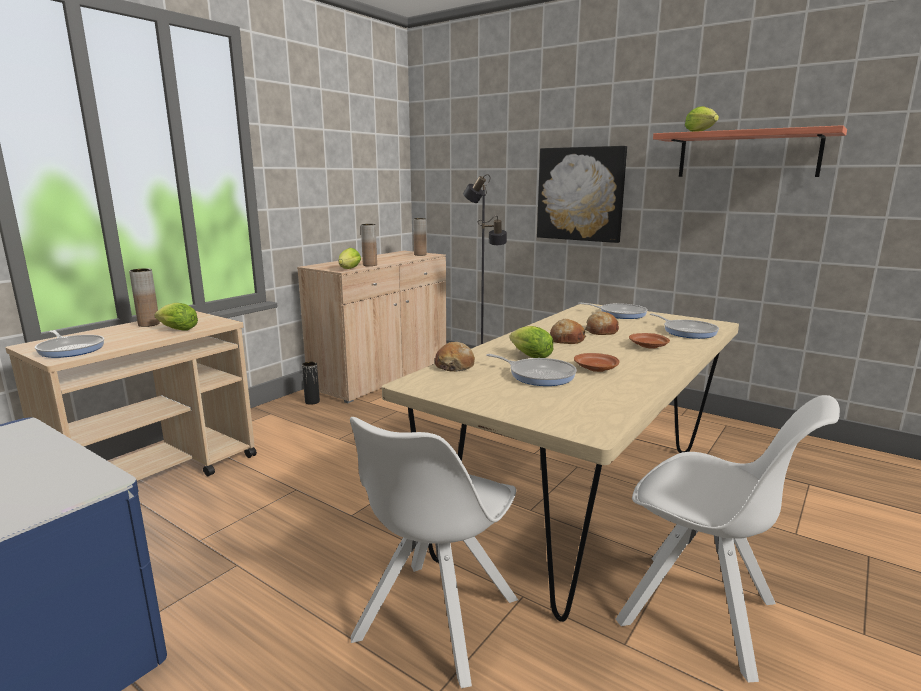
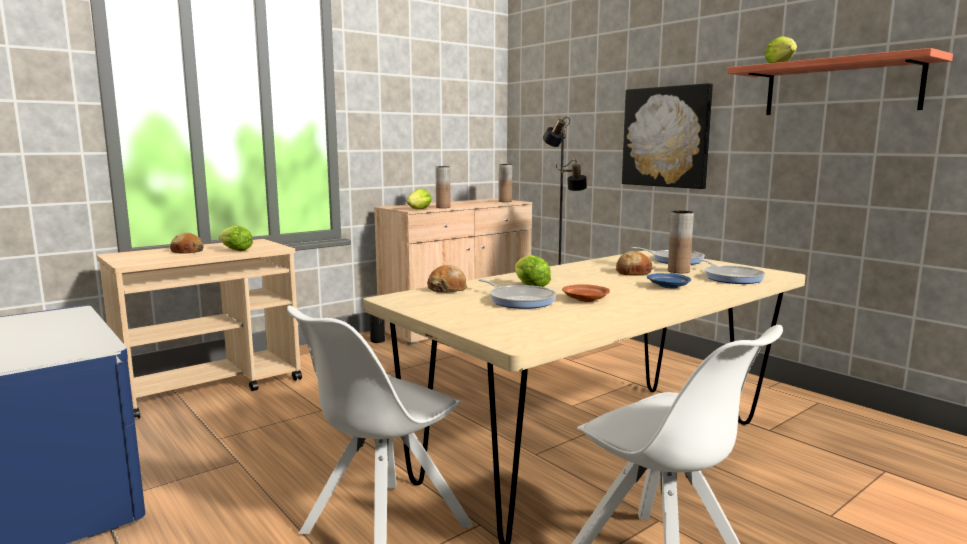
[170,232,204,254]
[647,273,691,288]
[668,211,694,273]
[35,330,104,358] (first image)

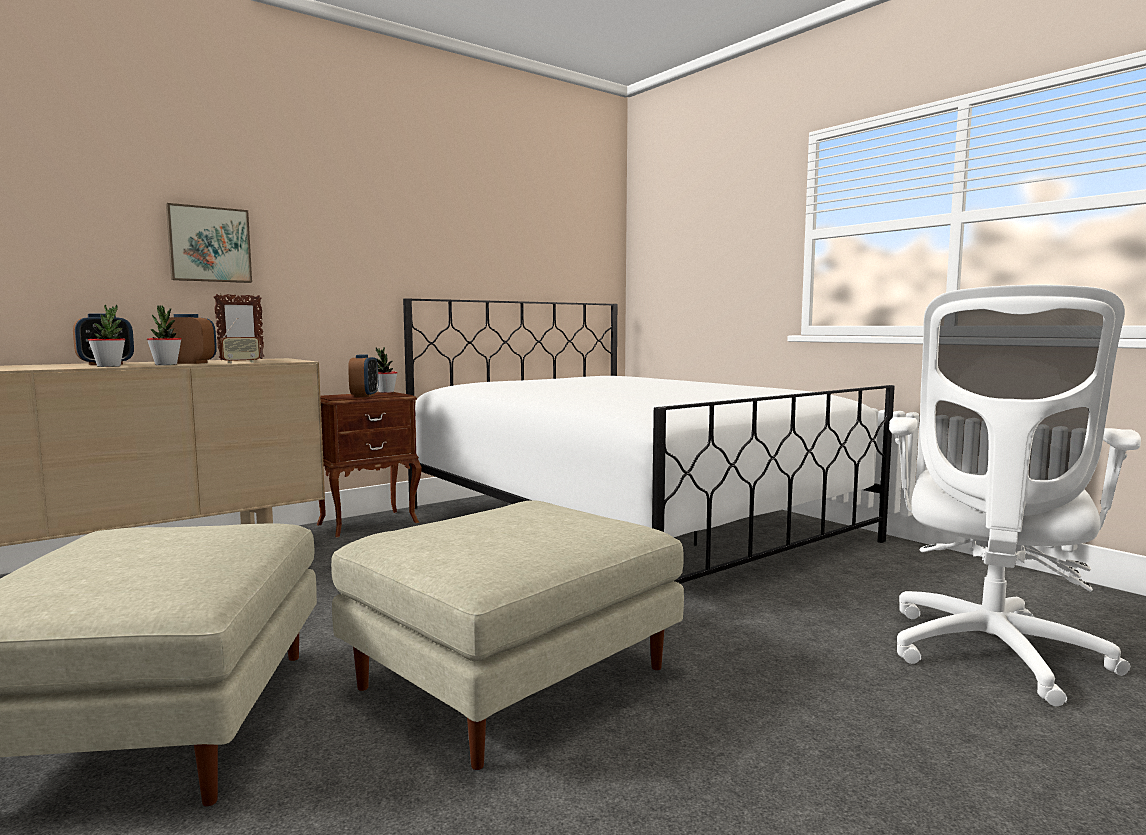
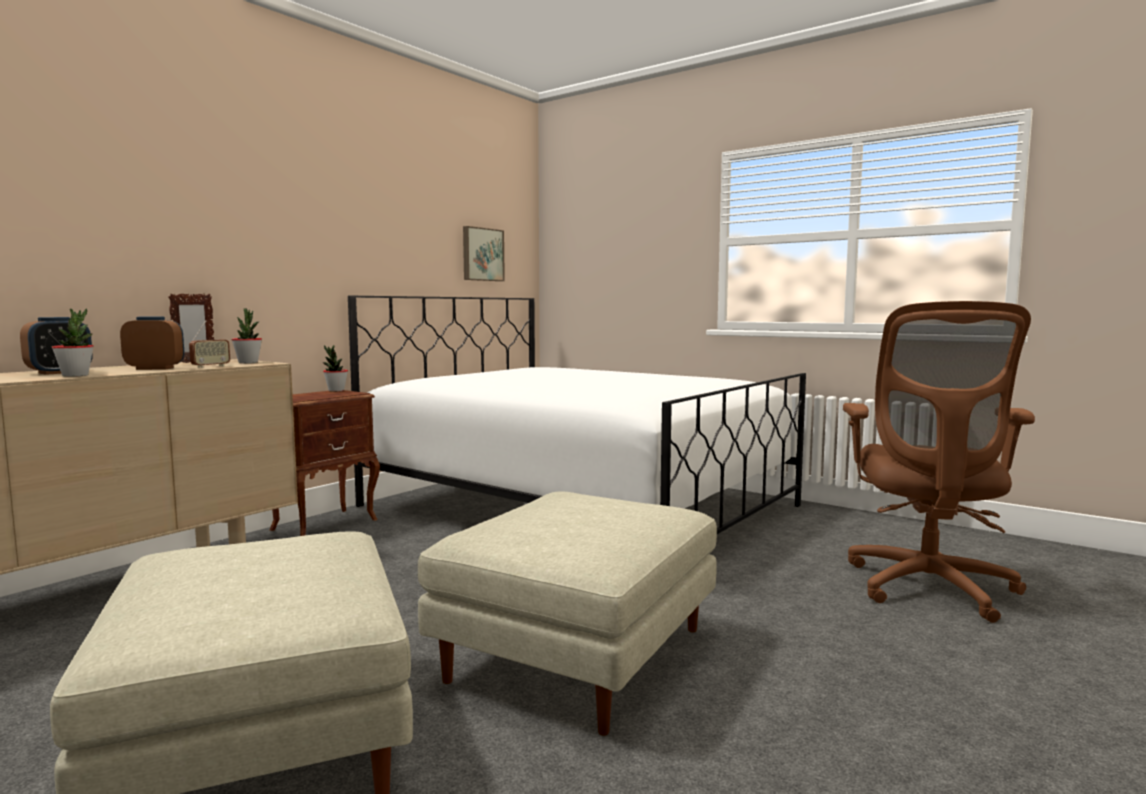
[231,308,262,364]
[463,226,505,281]
[843,301,1035,623]
[348,354,378,397] (first image)

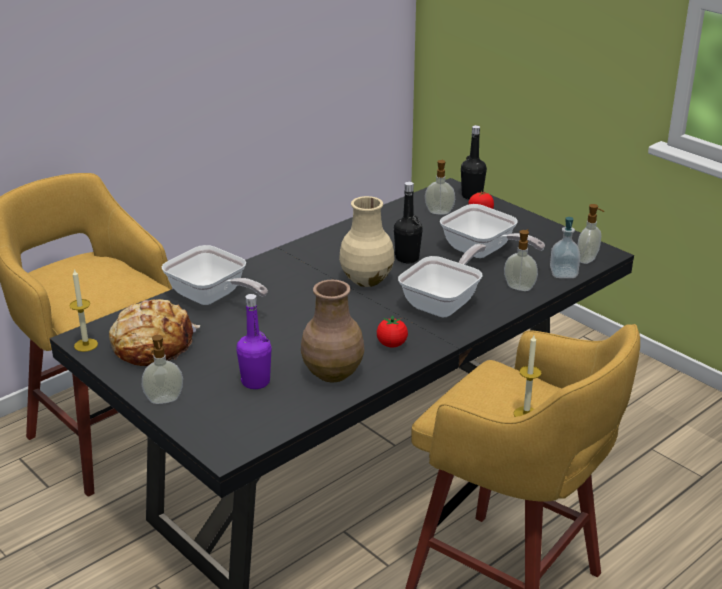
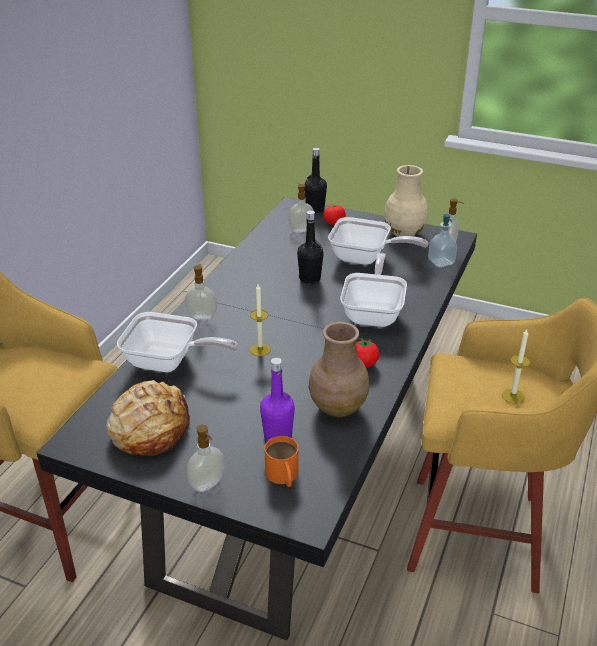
[185,264,217,320]
[250,284,271,356]
[264,436,298,487]
[384,165,428,237]

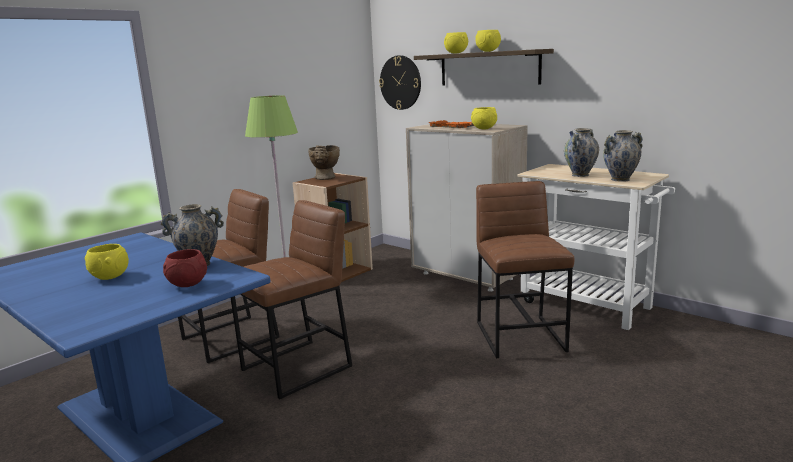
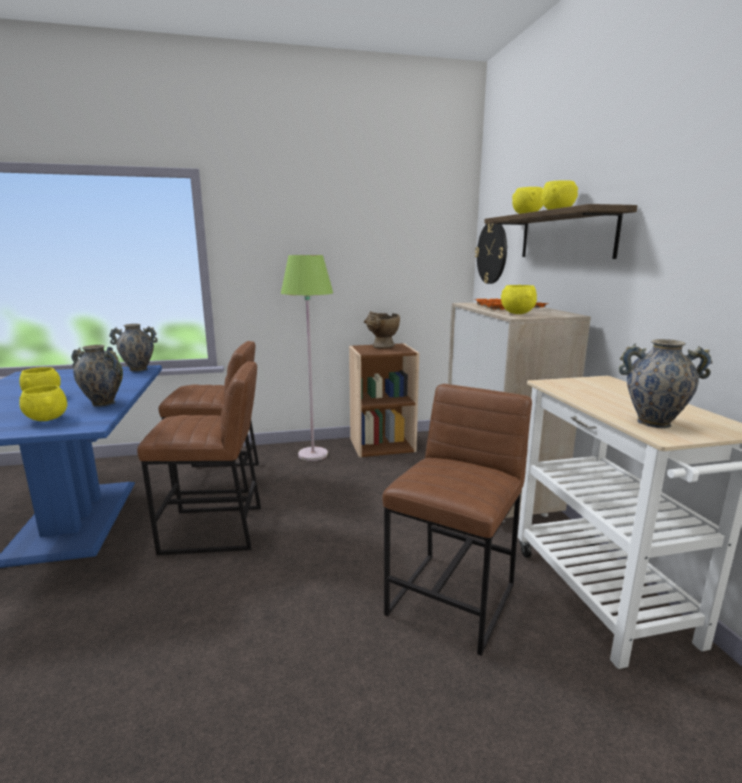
[19,385,67,421]
[109,324,158,372]

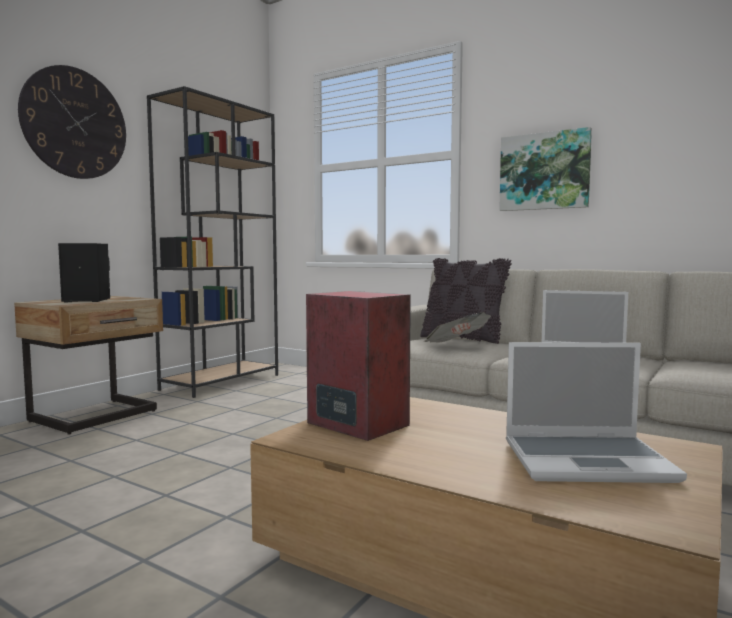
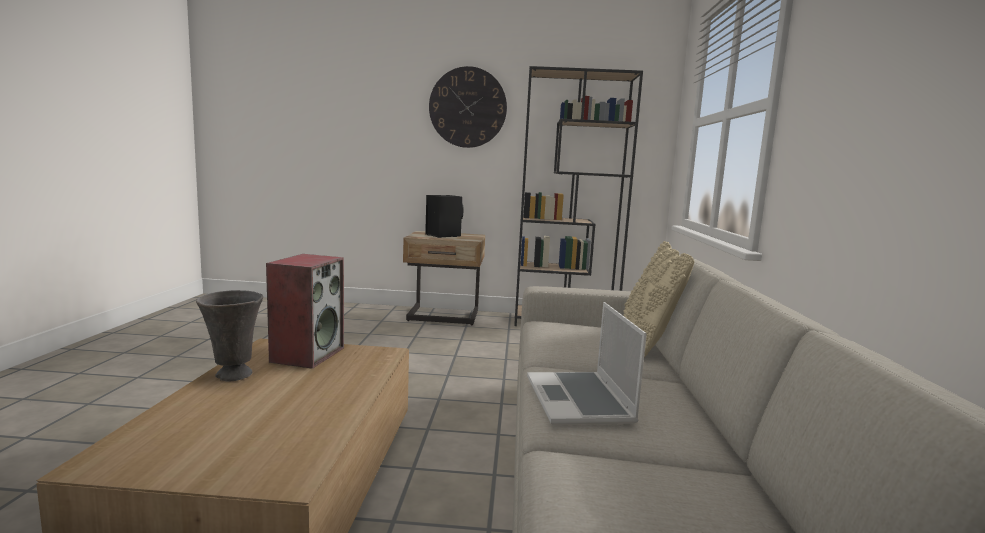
[196,290,263,382]
[623,241,695,357]
[424,312,491,343] (first image)
[499,127,592,211] (first image)
[506,342,687,483] (first image)

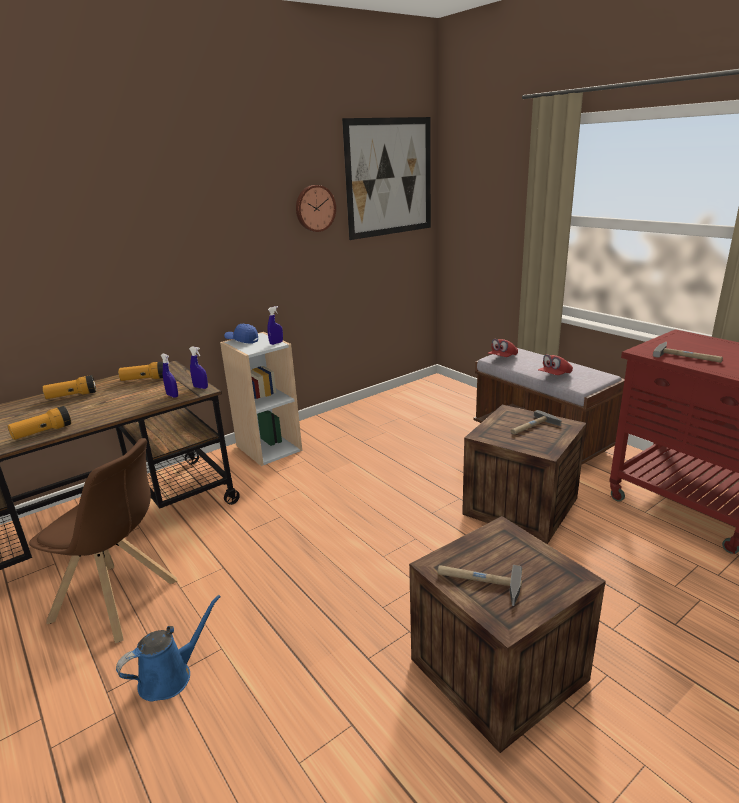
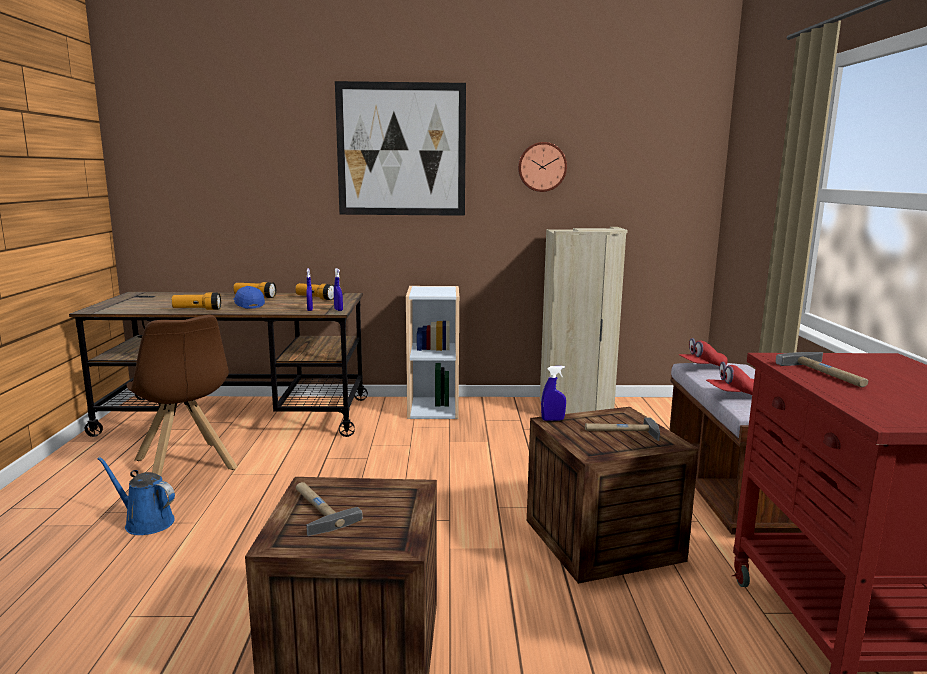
[97,457,175,535]
[234,286,265,309]
[335,81,466,216]
[540,227,628,414]
[541,366,566,421]

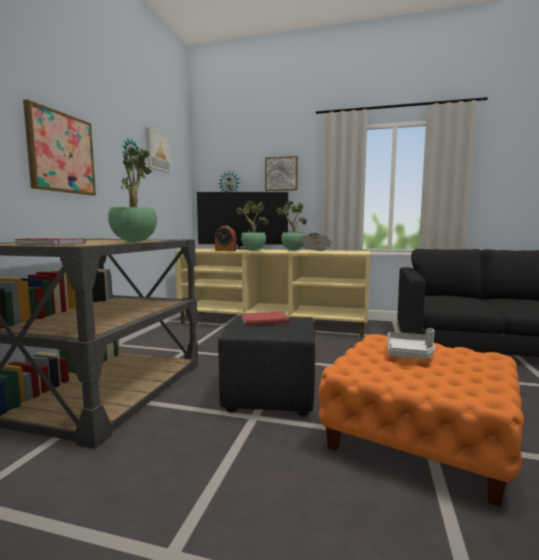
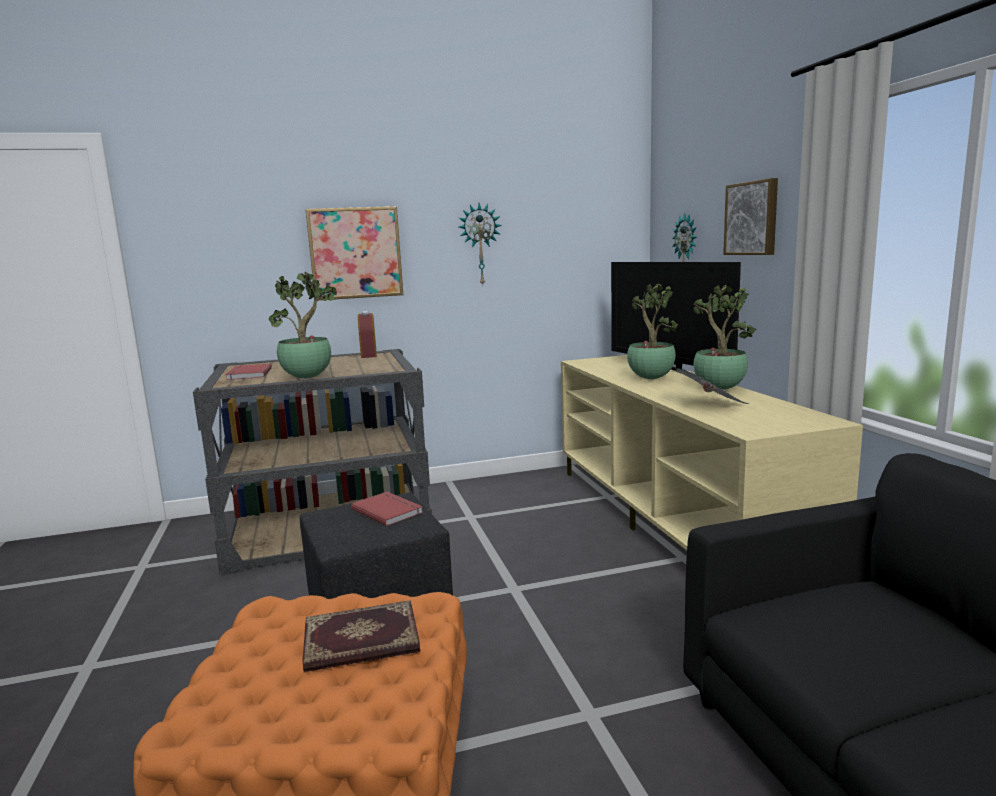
[303,600,420,672]
[358,311,377,358]
[145,127,171,173] (first image)

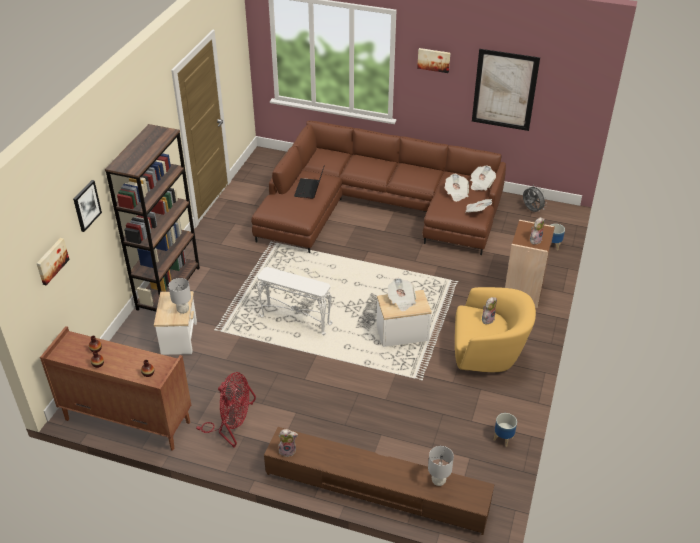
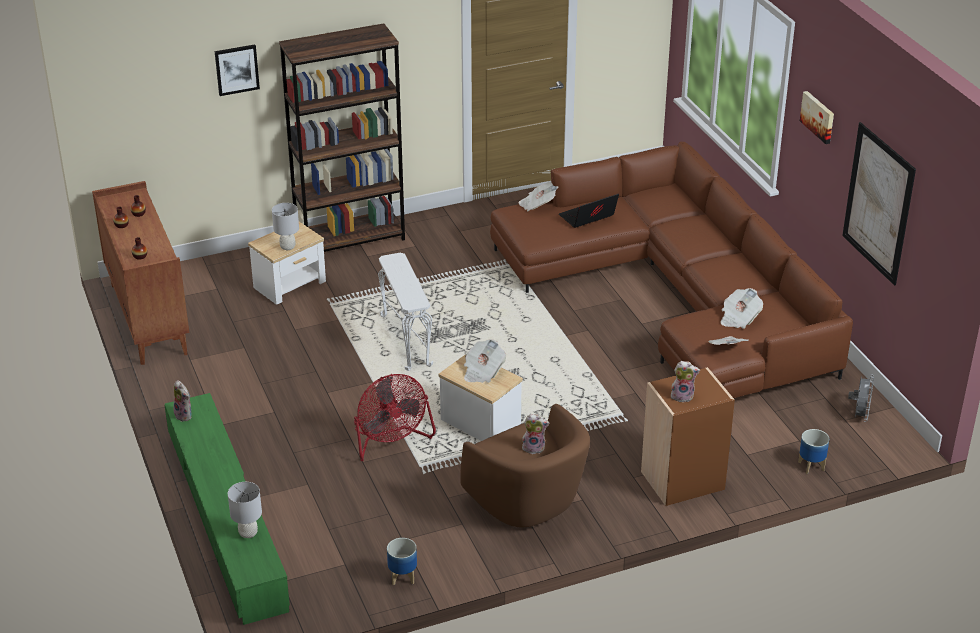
[164,393,290,625]
[354,374,436,461]
[461,404,590,527]
[518,182,559,211]
[36,238,70,285] (first image)

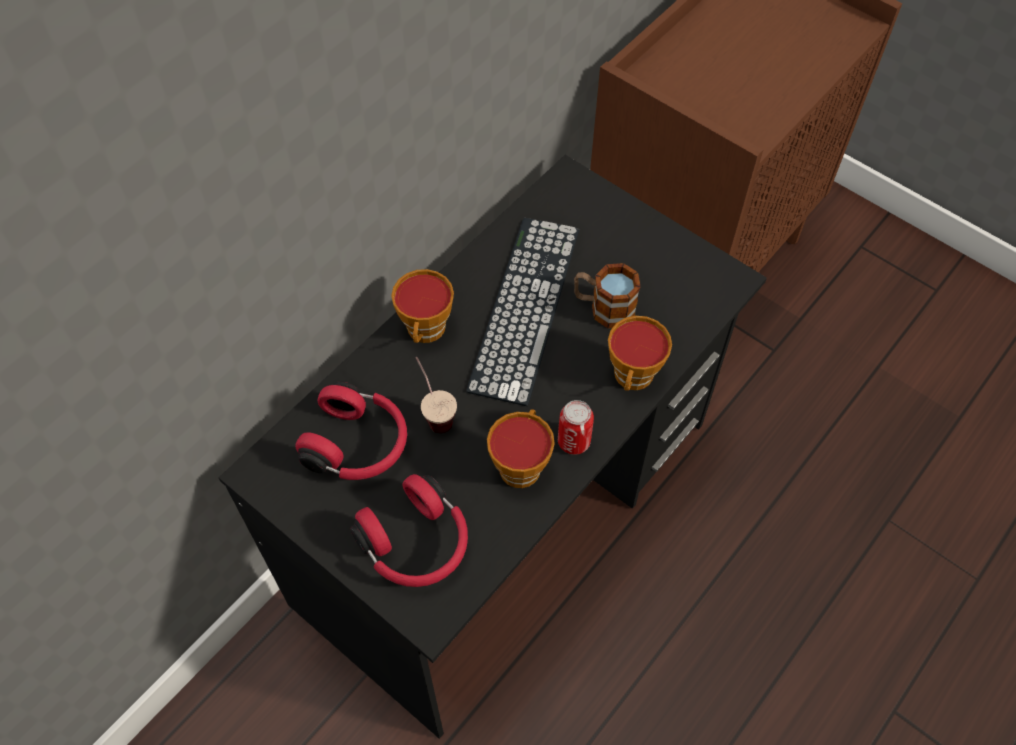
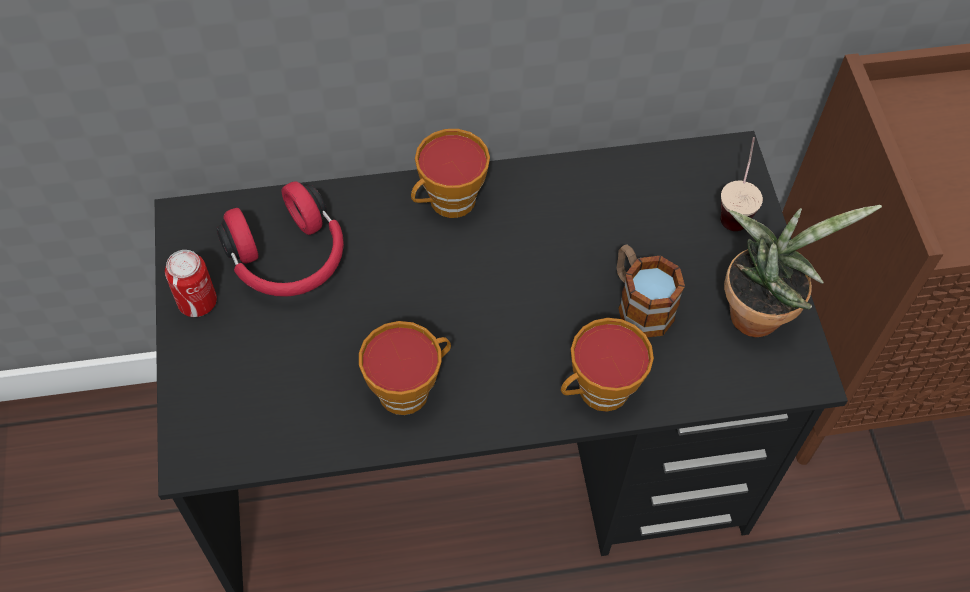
[165,250,217,317]
[720,137,763,231]
[724,205,882,337]
[351,474,468,587] (first image)
[466,218,579,406] (first image)

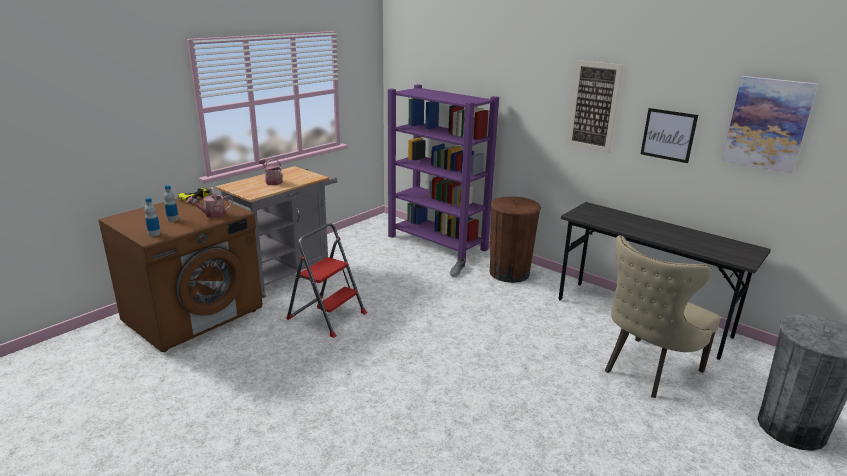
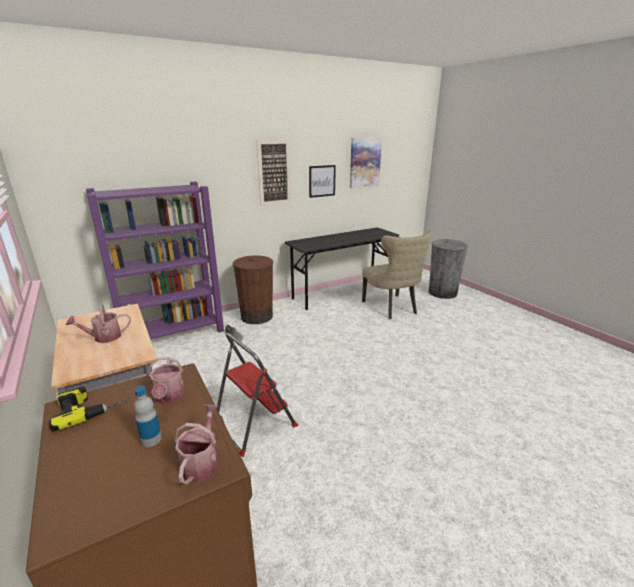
[174,404,218,485]

